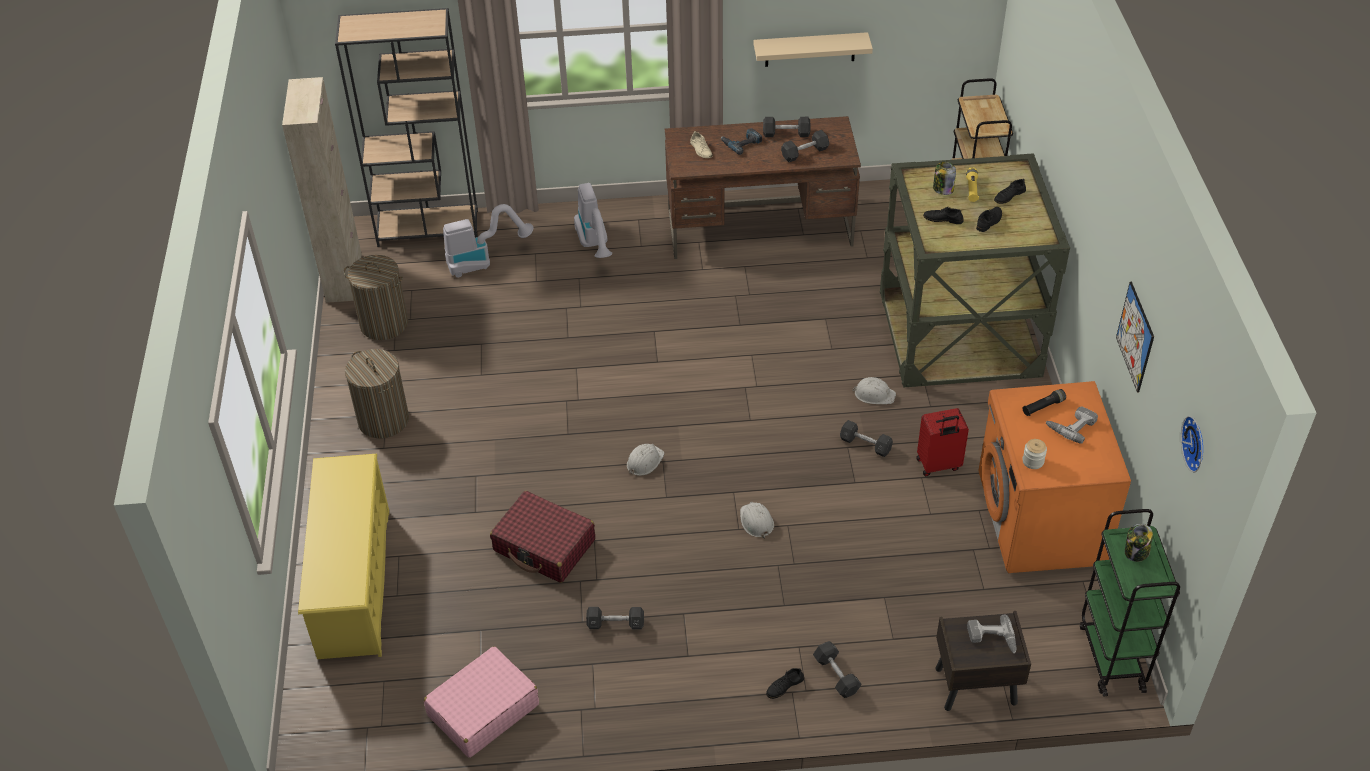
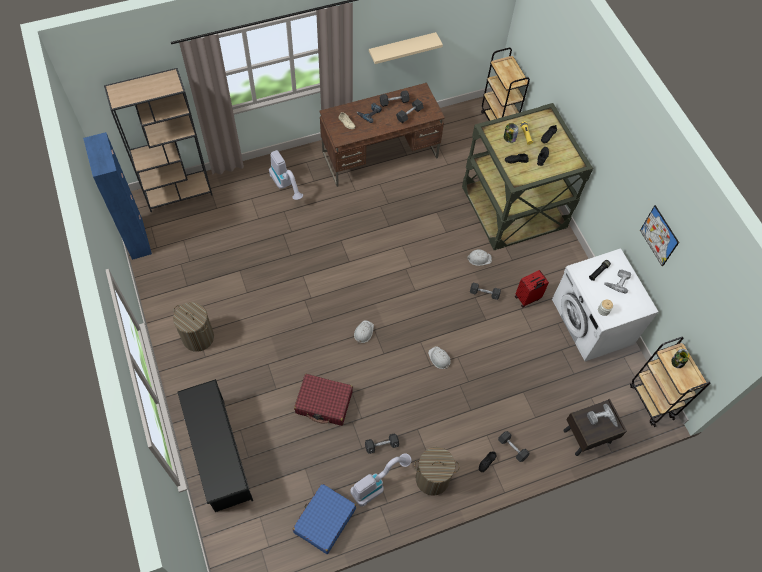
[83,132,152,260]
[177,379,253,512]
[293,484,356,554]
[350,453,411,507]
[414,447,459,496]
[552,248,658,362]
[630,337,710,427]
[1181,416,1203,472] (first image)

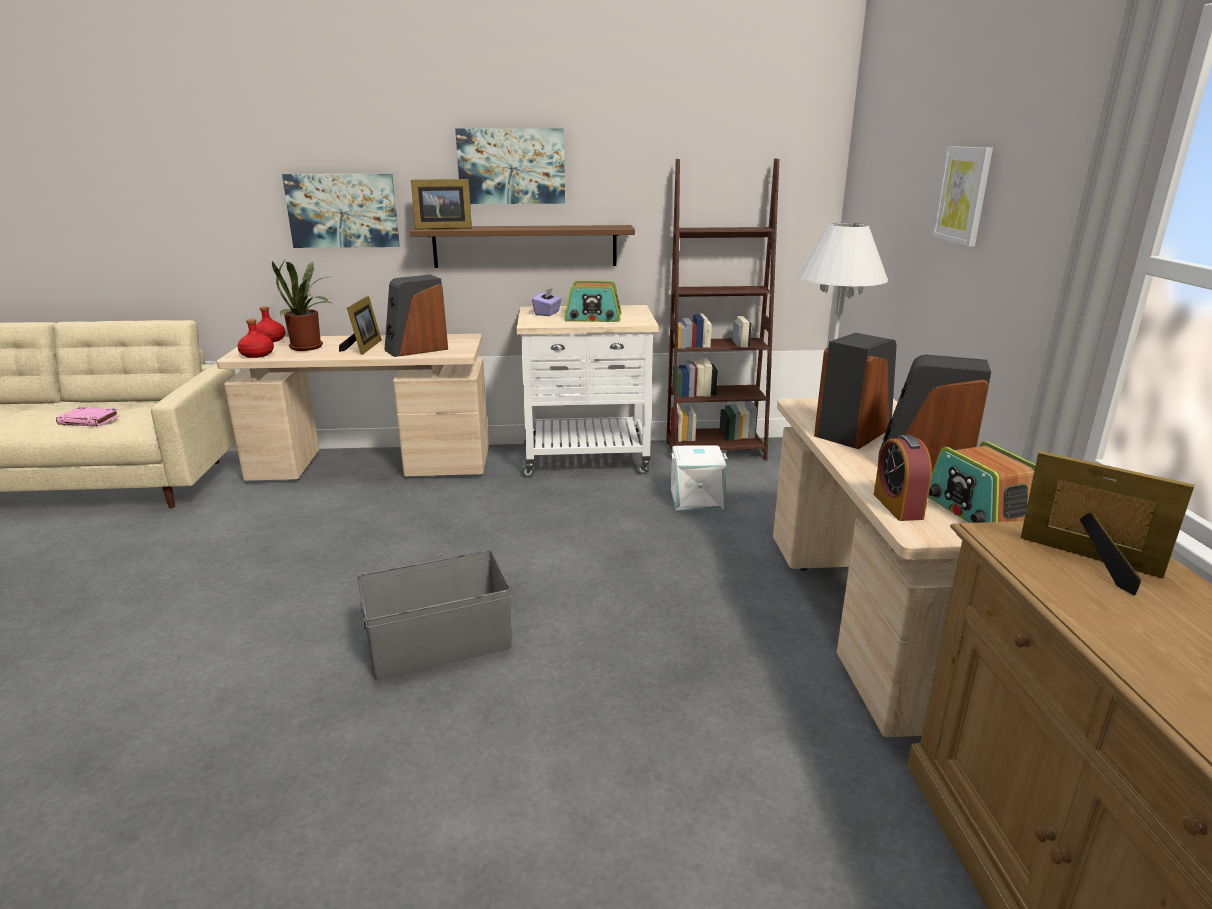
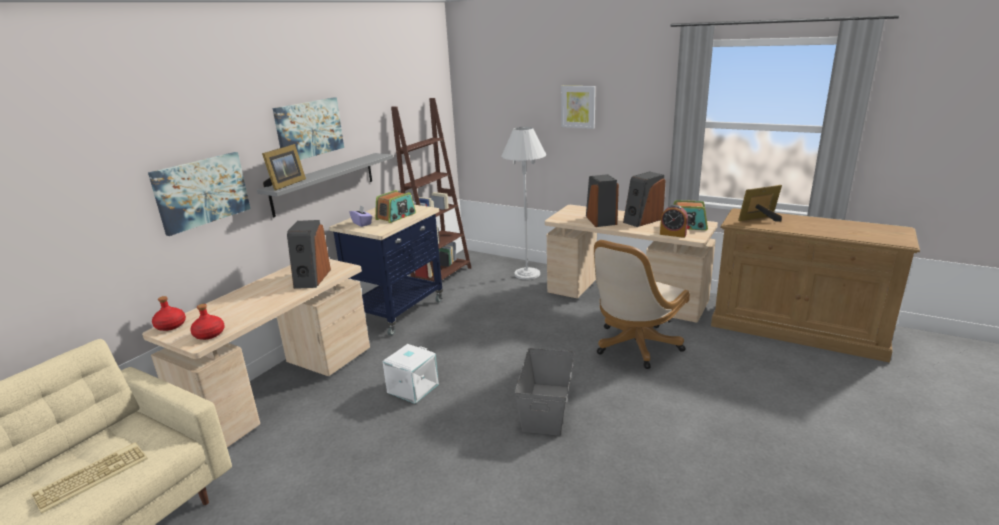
[31,443,148,514]
[257,153,394,217]
[329,205,443,336]
[382,344,439,404]
[594,240,690,369]
[272,258,335,351] (first image)
[339,296,382,355] (first image)

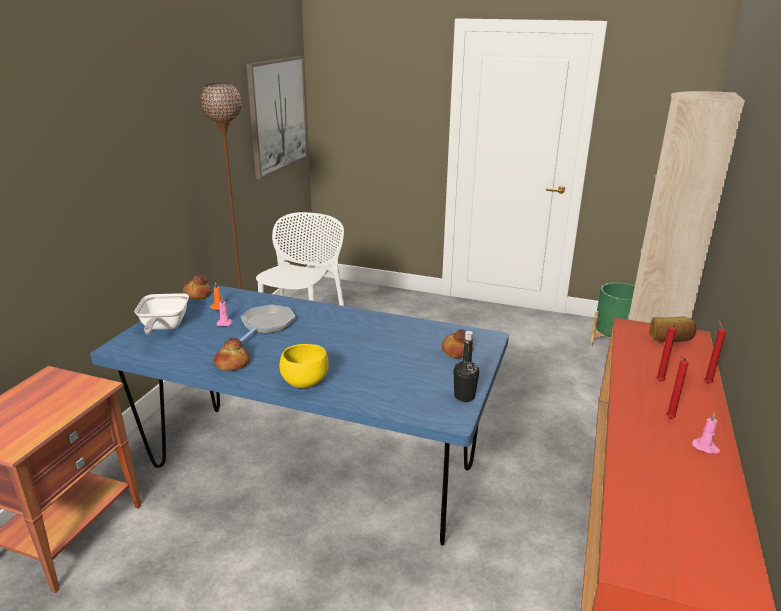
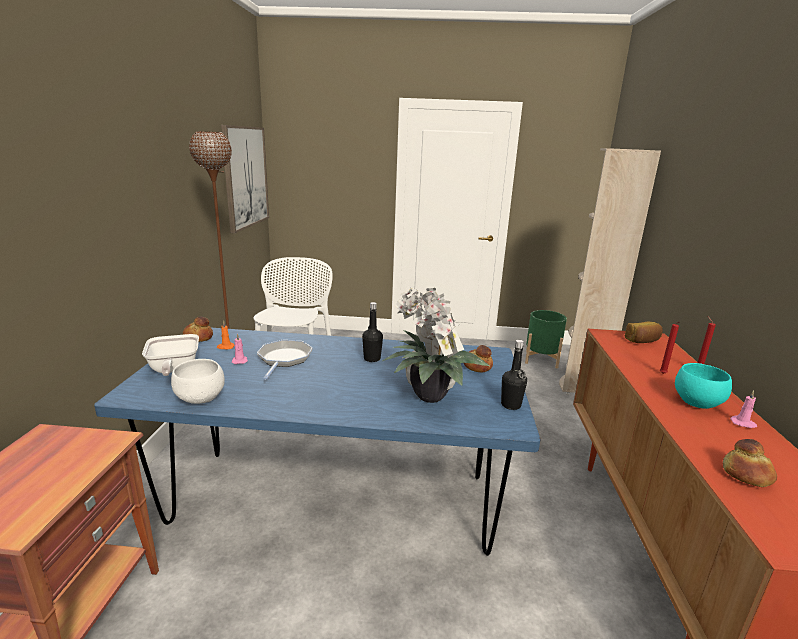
[171,359,225,404]
[362,302,383,362]
[382,288,490,403]
[675,363,732,409]
[723,439,777,487]
[280,344,329,388] (first image)

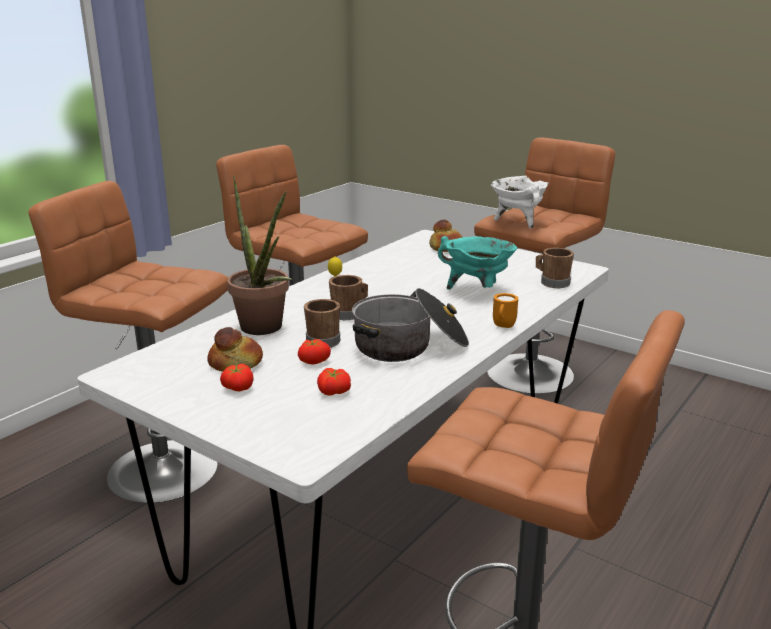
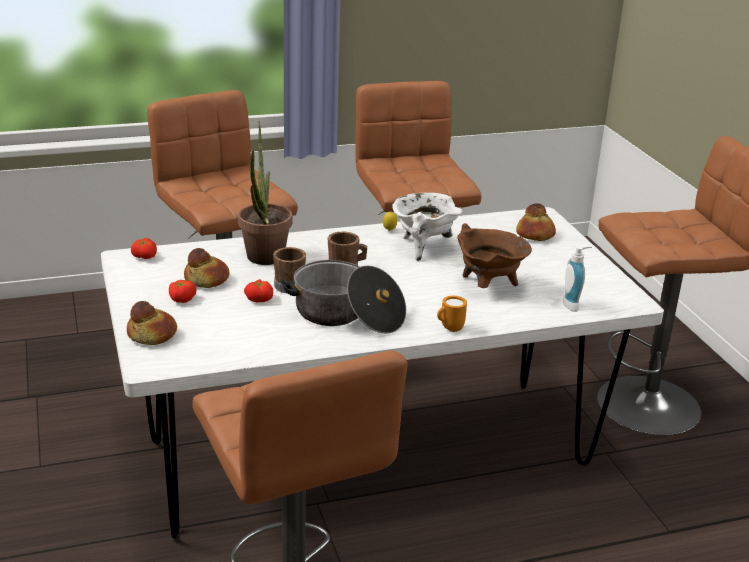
[127,301,177,345]
[131,238,157,259]
[392,193,462,261]
[457,223,532,288]
[563,246,592,312]

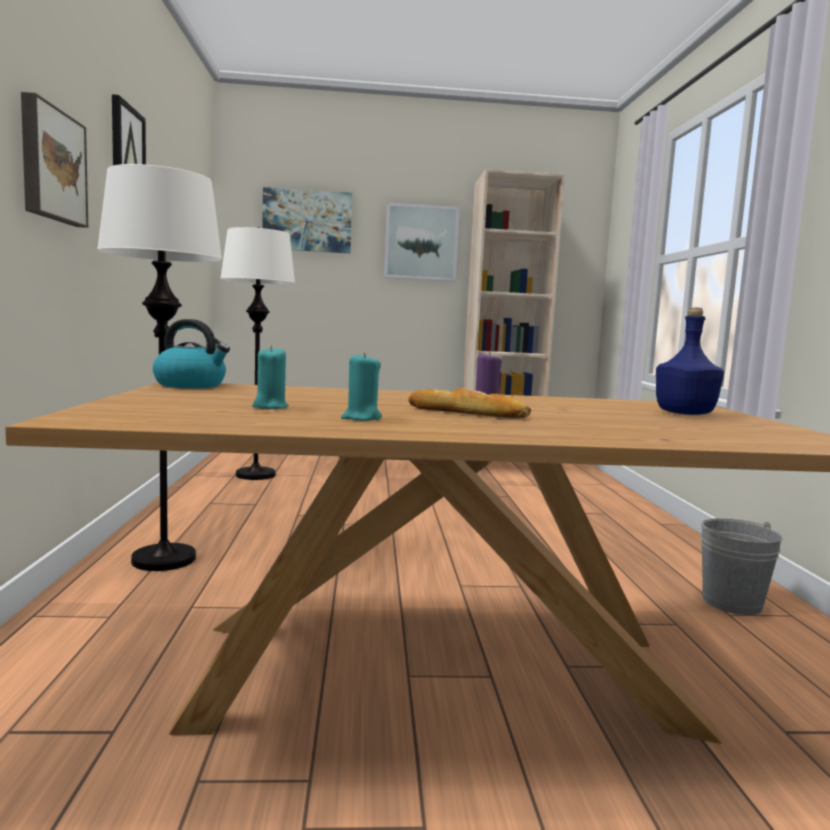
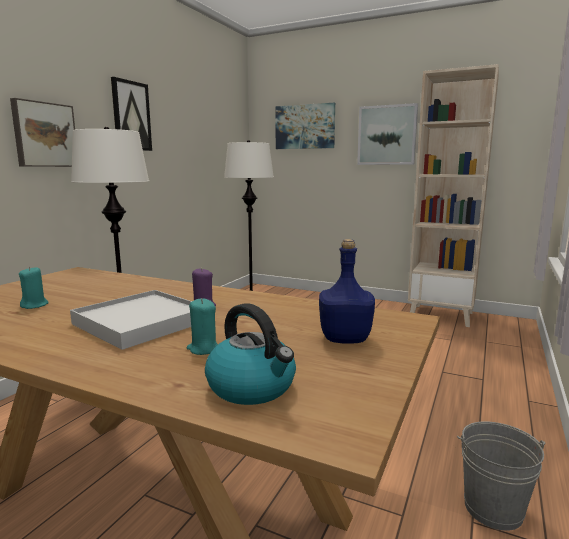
[70,290,192,350]
[187,298,218,355]
[205,303,296,405]

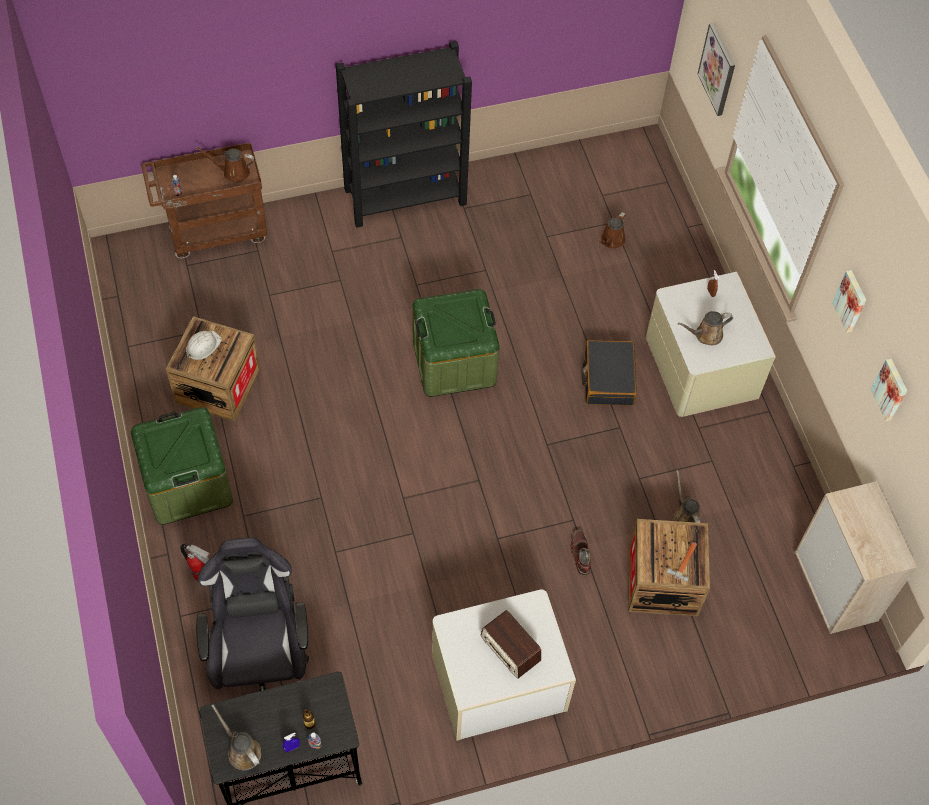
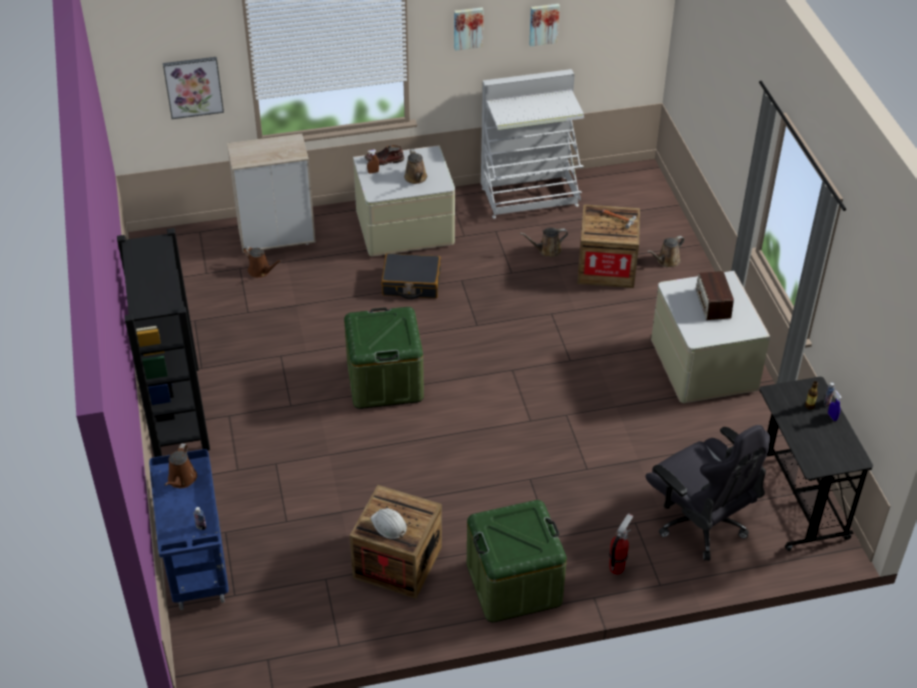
[149,449,229,610]
[227,133,316,253]
[365,145,404,165]
[481,69,584,219]
[645,425,770,561]
[647,236,684,267]
[696,271,734,320]

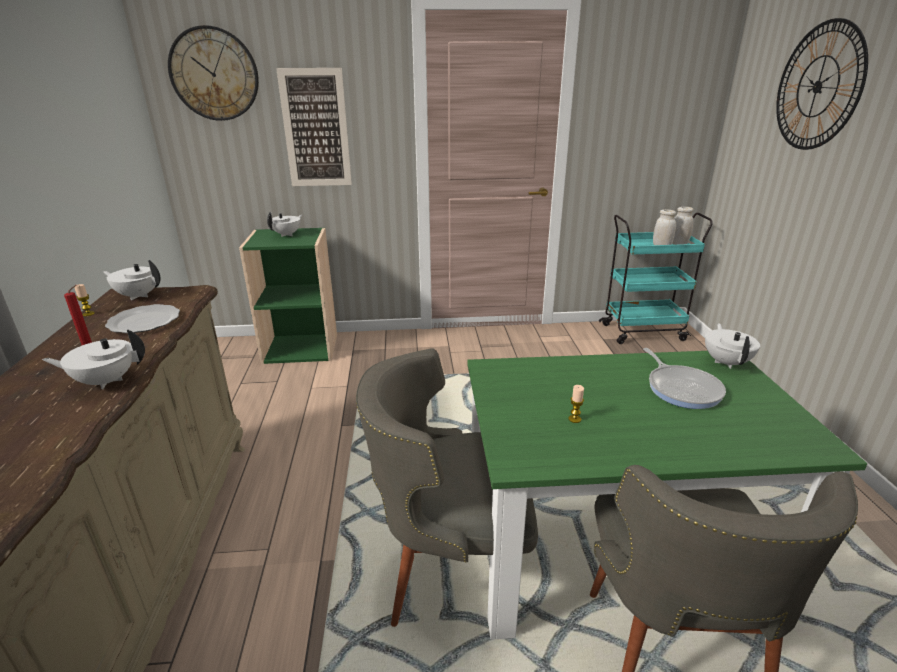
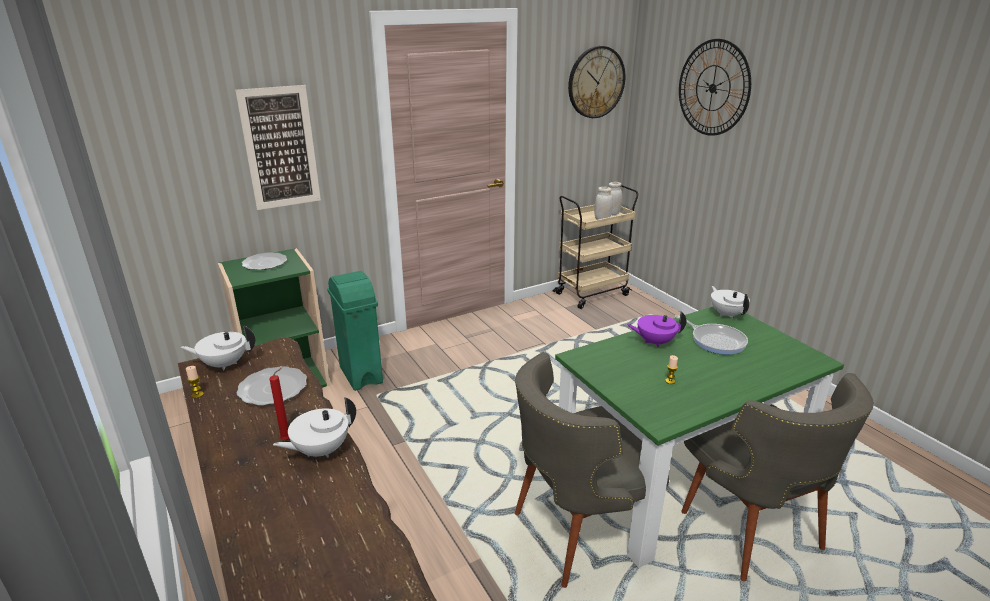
[242,252,287,270]
[327,271,383,391]
[553,185,638,309]
[568,46,625,118]
[627,311,686,347]

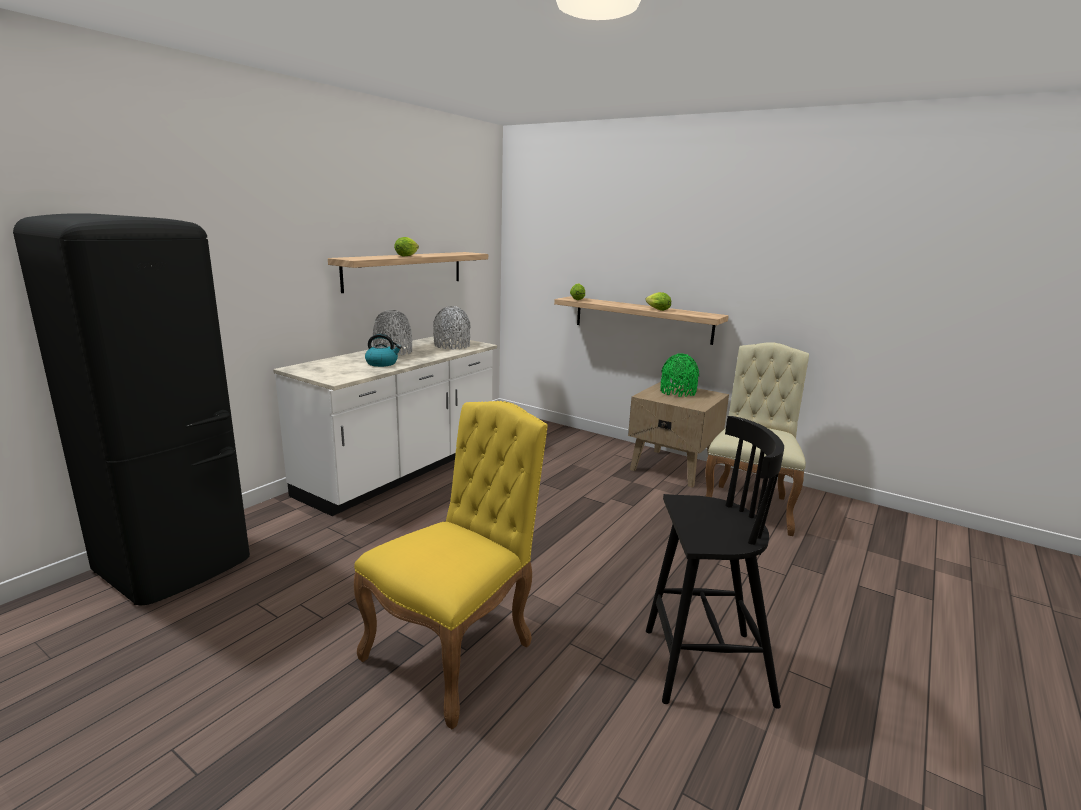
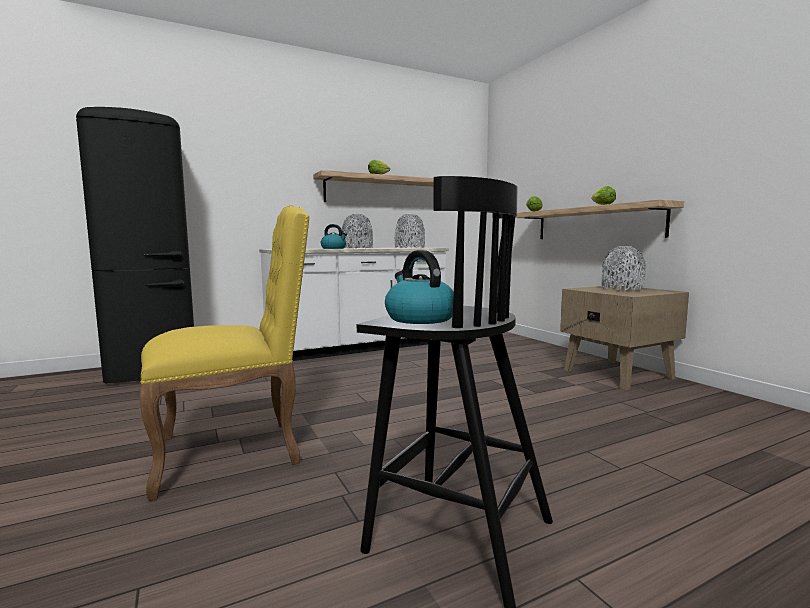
[385,250,454,324]
[602,246,646,291]
[705,342,809,536] (first image)

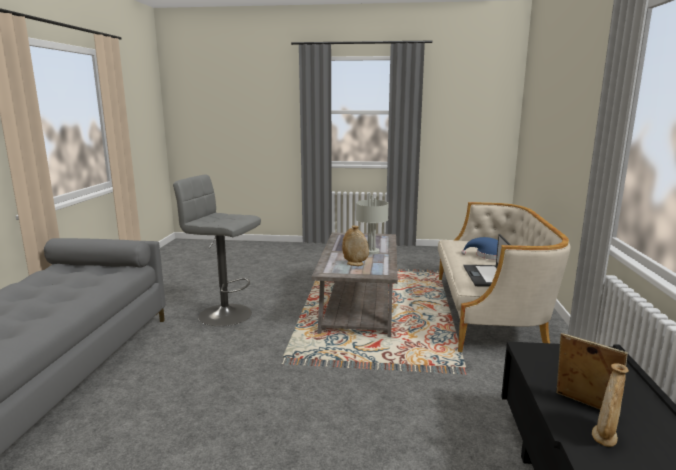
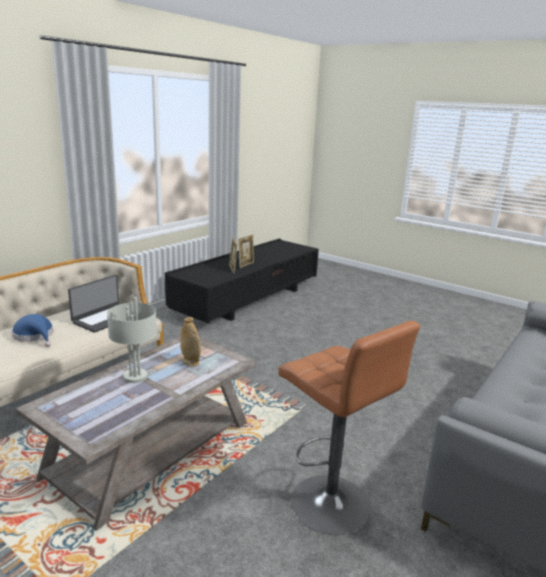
[238,235,254,268]
[278,320,420,535]

